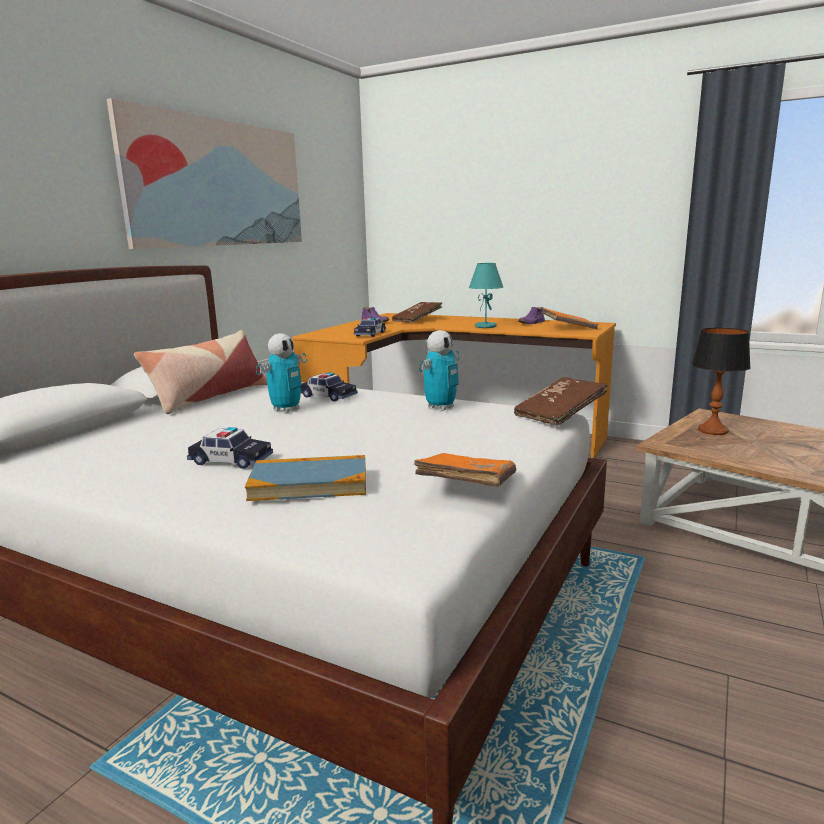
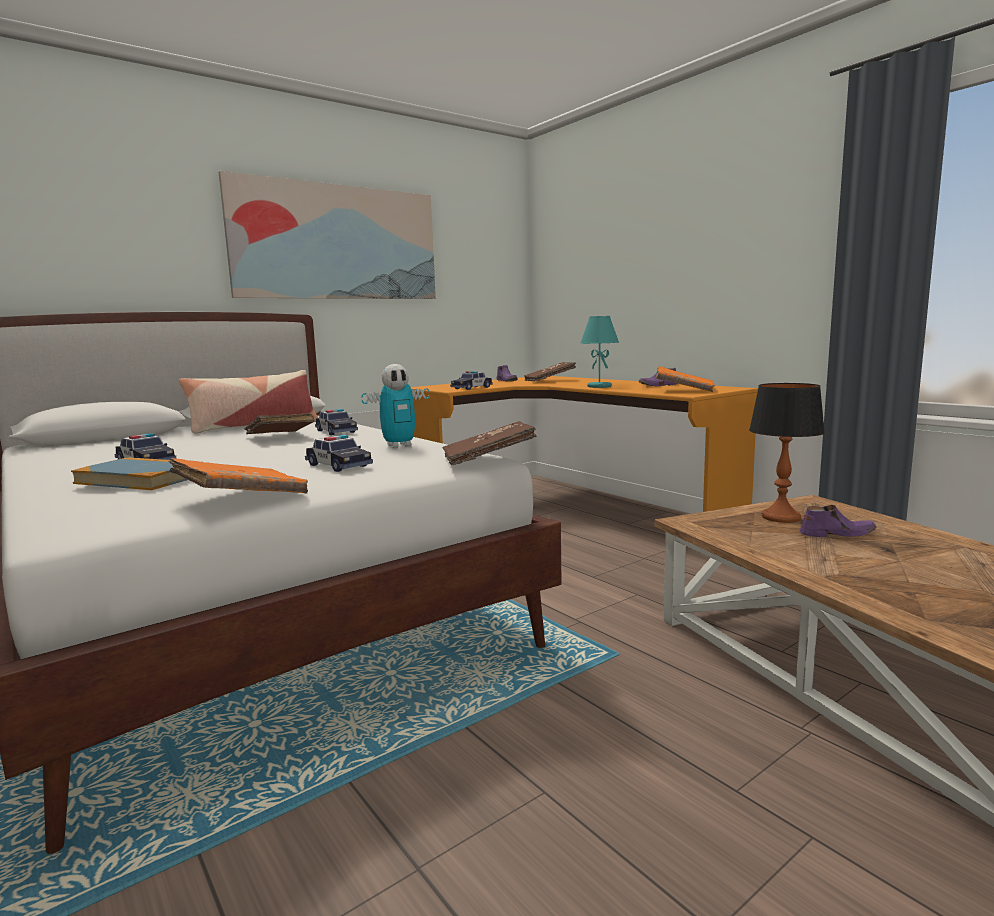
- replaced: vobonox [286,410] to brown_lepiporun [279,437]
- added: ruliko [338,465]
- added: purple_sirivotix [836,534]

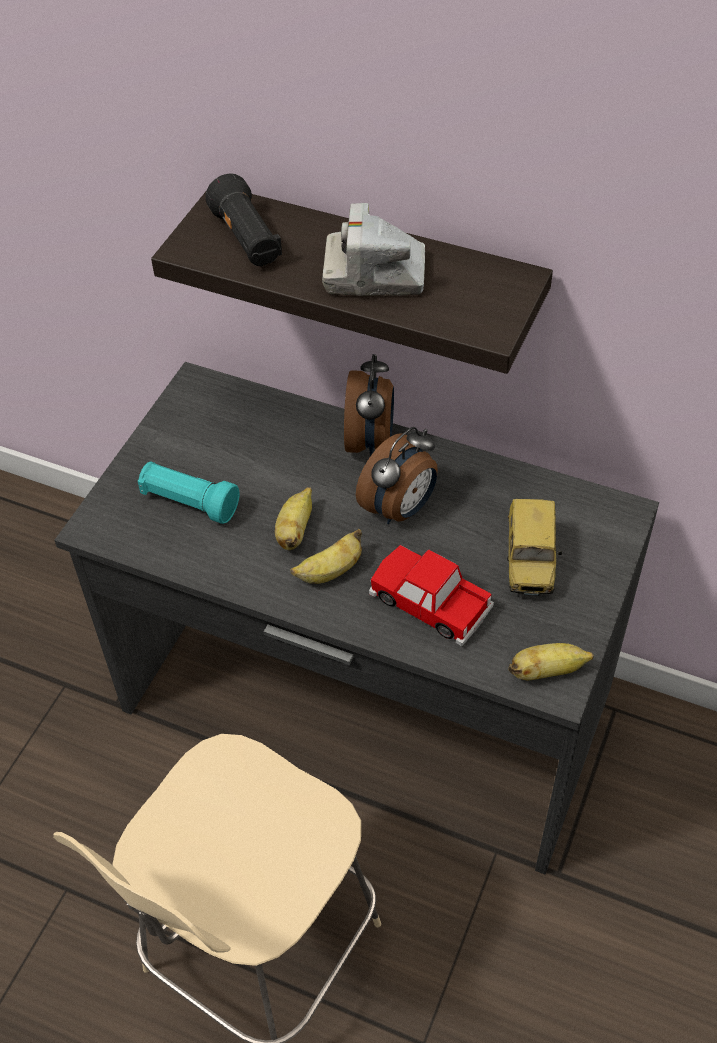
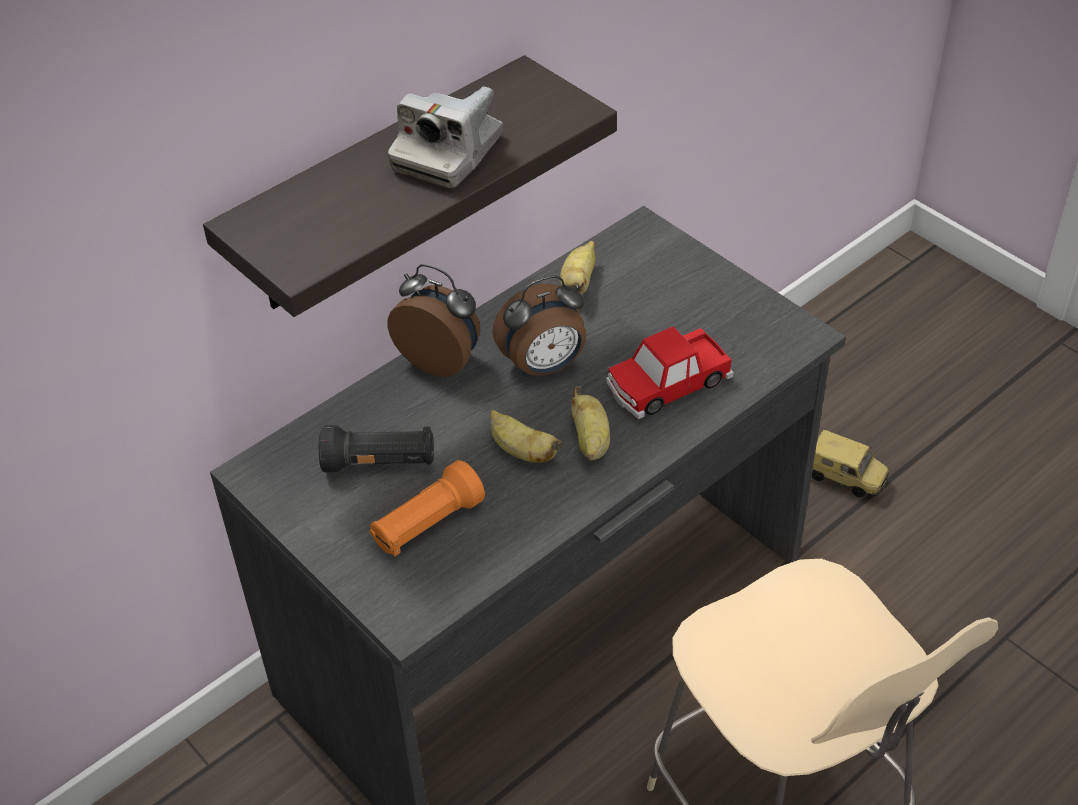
- moved: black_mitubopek [247,240] to [380,463]
- recoloured: turquoise_mitubopek [189,502] to orange_mitubopek [427,525]
- turned: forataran [400,509] = [544,367] 90 degrees clockwise
- moved: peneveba [547,671] to [578,283]
- moved: ruliko [531,562] to [844,477]

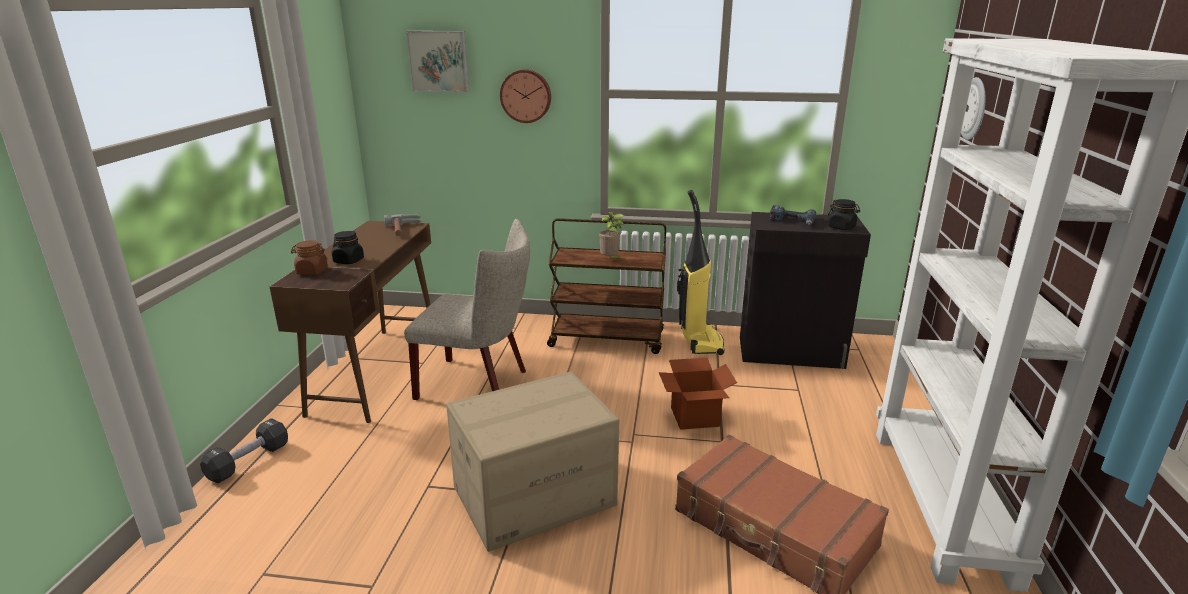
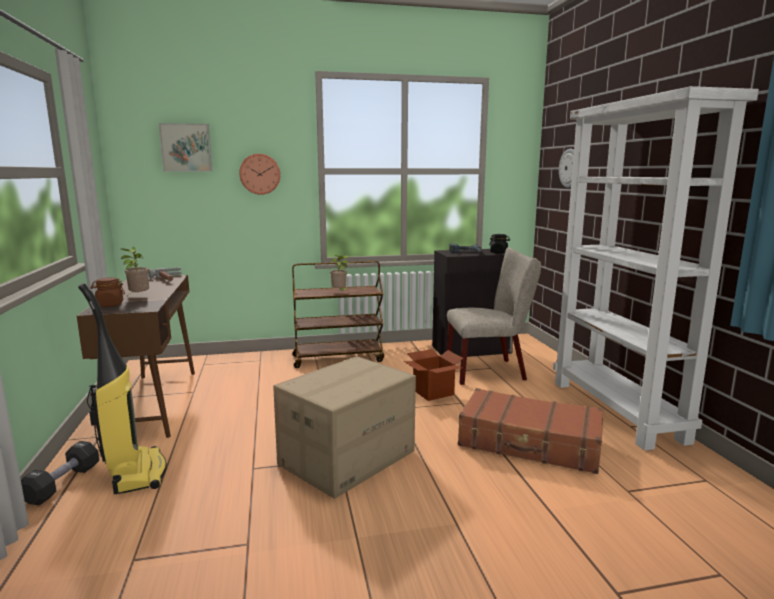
- moved: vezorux [700,341] to [136,473]
- replaced: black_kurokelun [348,261] to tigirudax [138,297]
- moved: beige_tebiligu [479,384] to [490,371]

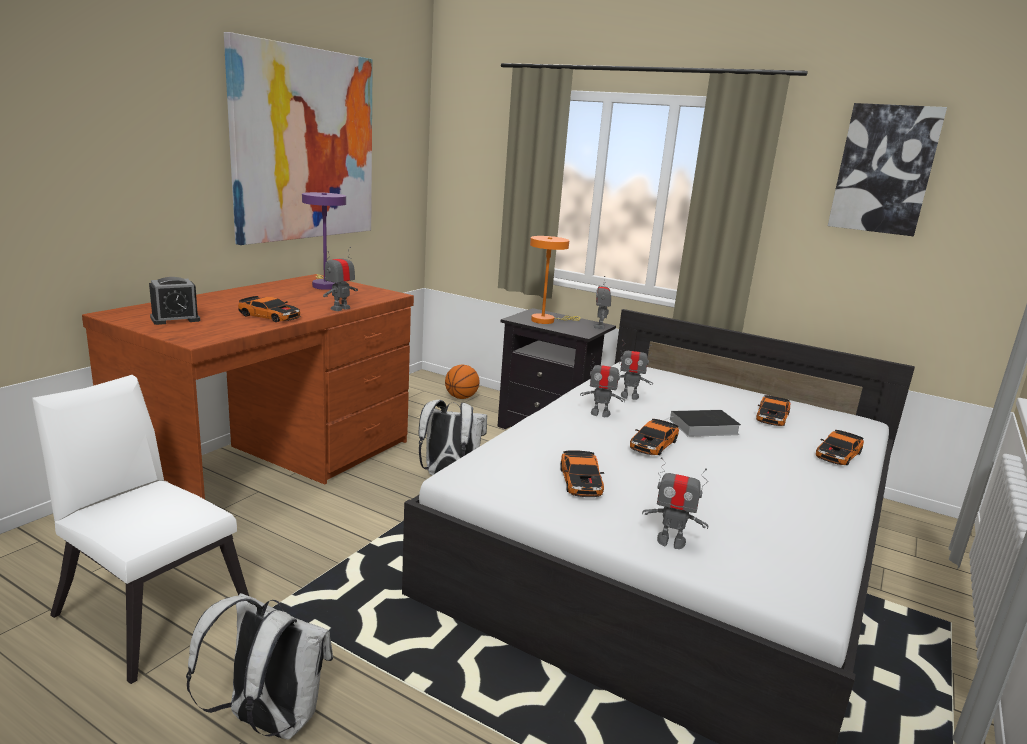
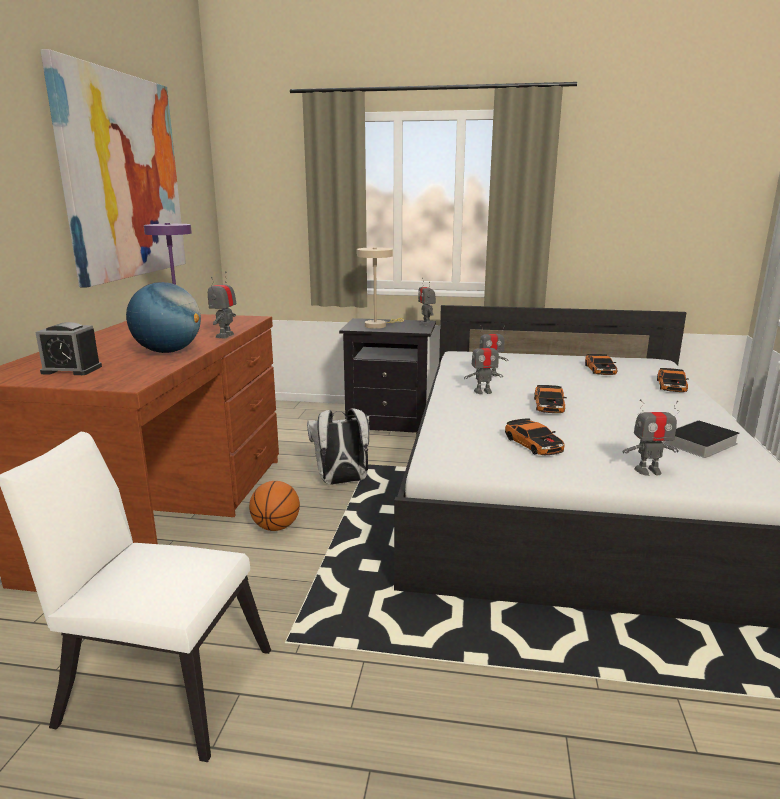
- turned: forataran [175,319] = [71,370] 60 degrees clockwise
- replaced: ruliko [270,316] to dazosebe [168,351]
- moved: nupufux [461,397] to [276,527]
- recoloured: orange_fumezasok [546,320] to beige_fumezasok [378,325]
- moved: lepiporun [702,427] to [699,444]
- removed: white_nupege [268,721]
- removed: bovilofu [884,169]

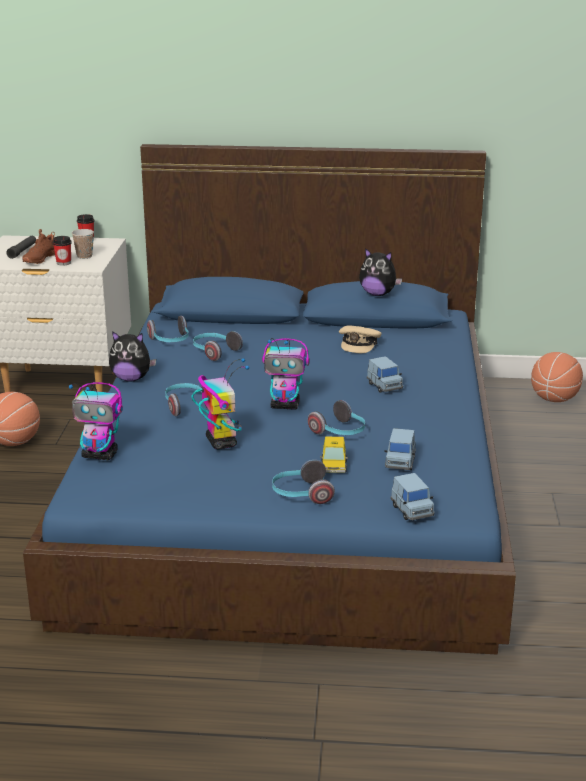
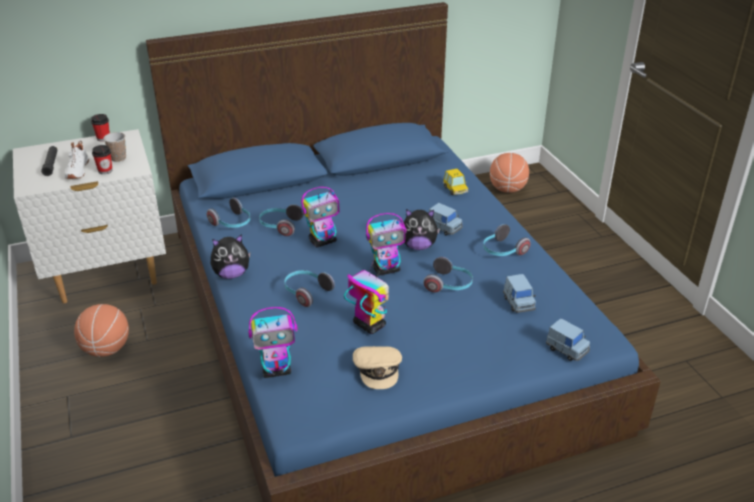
- recoloured: brown_sirivotix [39,258] to white_sirivotix [76,170]
- added: vobonox [323,241]
- moved: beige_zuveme [359,344] to [378,369]
- moved: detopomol [378,294] to [418,246]
- moved: ruliko [333,466] to [455,189]
- moved: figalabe [301,494] to [502,251]

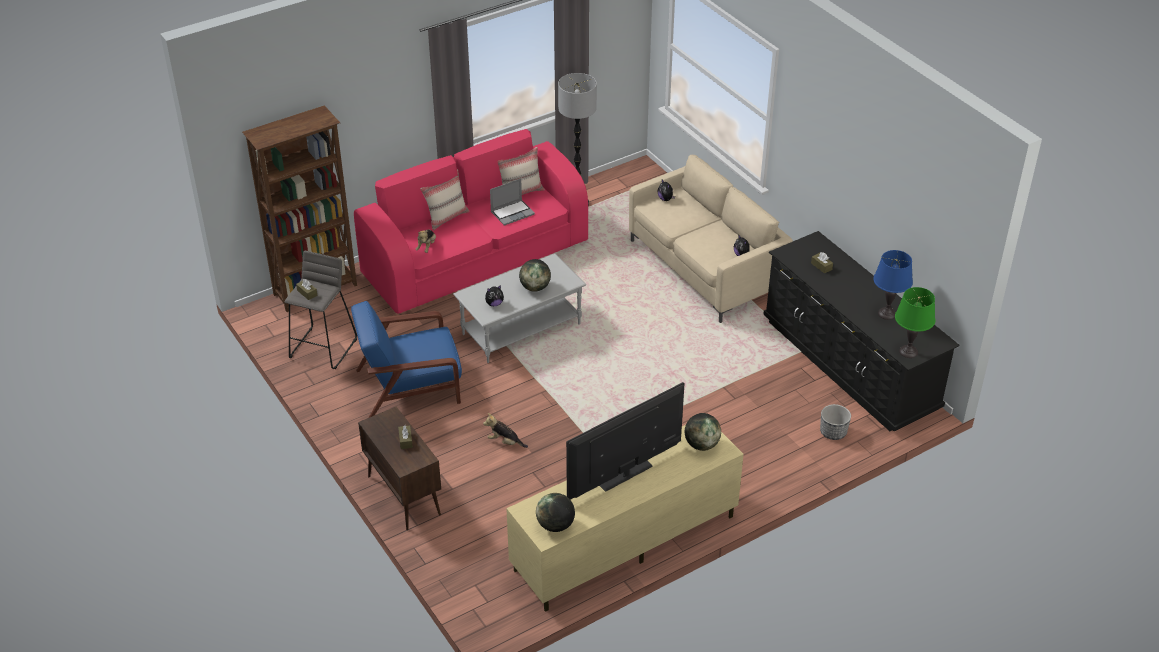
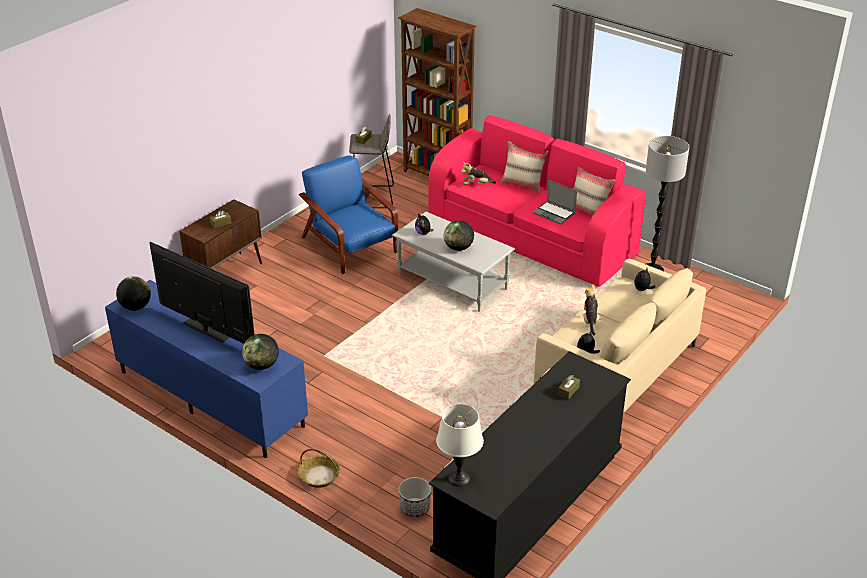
- recoloured: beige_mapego [624,544] to blue_mapego [210,398]
- added: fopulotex [319,476]
- recoloured: green_fumezasok [908,351] to white_fumezasok [459,478]
- moved: detopomol [505,442] to [590,321]
- removed: blue_fumezasok [887,313]

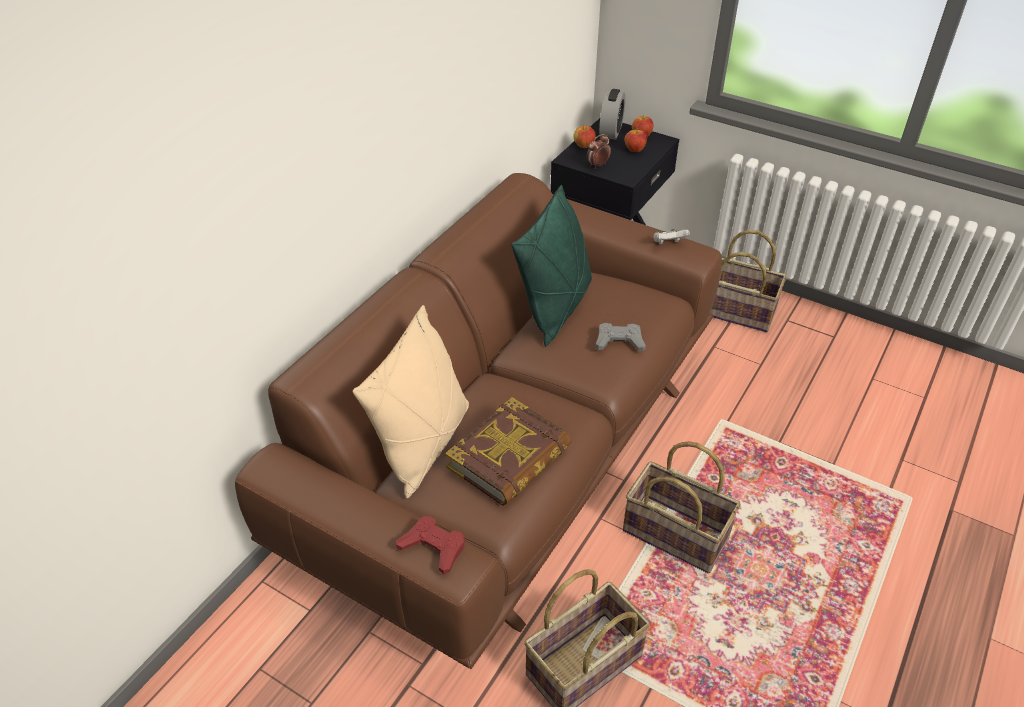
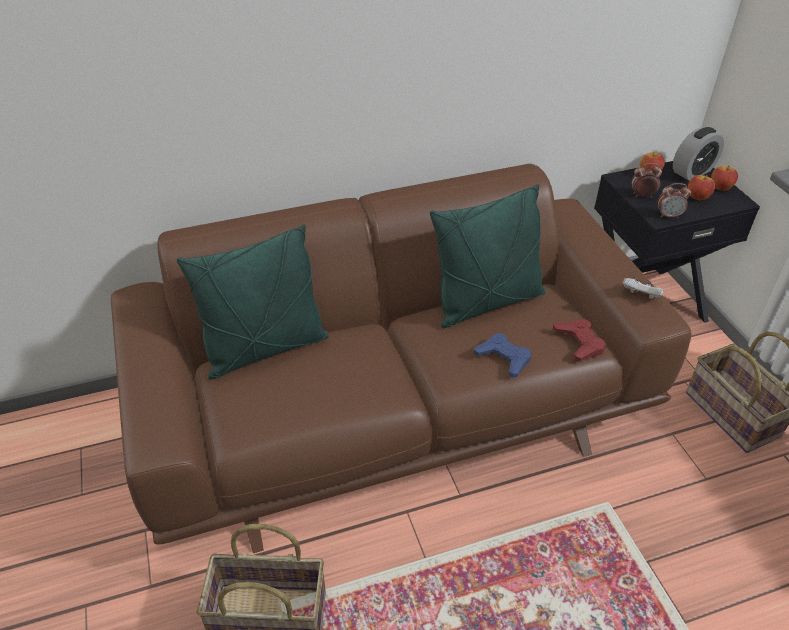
- recoloured: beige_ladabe [424,445] to green_ladabe [265,349]
- recoloured: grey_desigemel [619,341] to blue_desigemel [503,358]
- moved: red_desigemel [433,547] to [579,343]
- added: forataran [669,215]
- removed: lepiporun [509,458]
- removed: fopulotex [676,533]

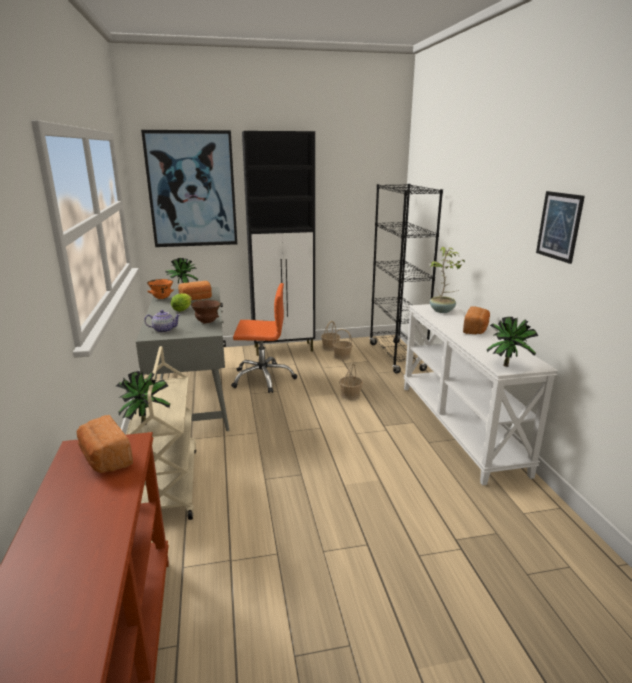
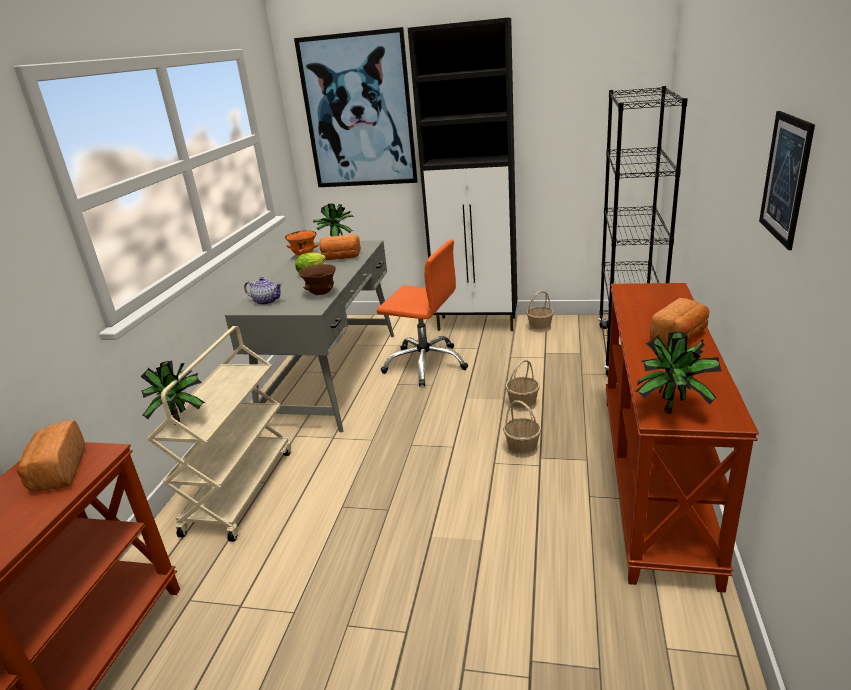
- moved: fopulotex [342,356] to [522,448]
- recoloured: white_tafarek [460,426] to brown_tafarek [655,479]
- removed: tigirudax [442,311]

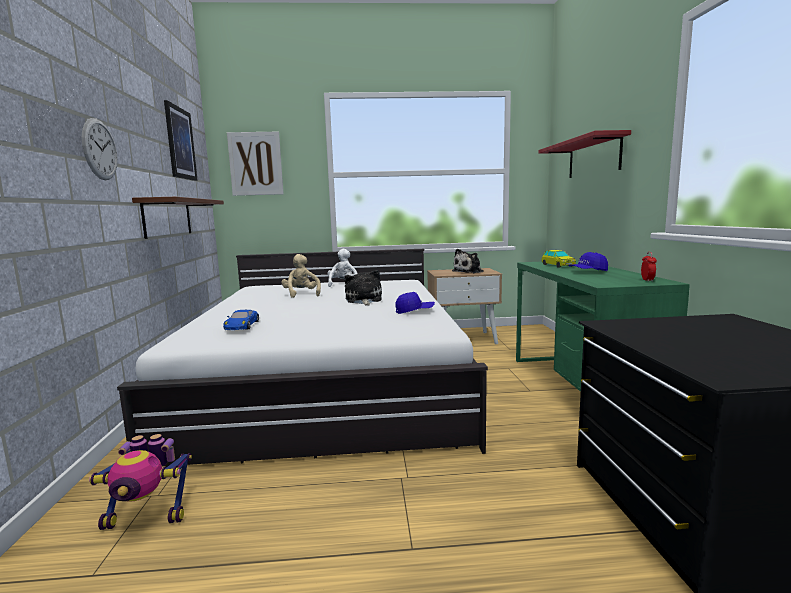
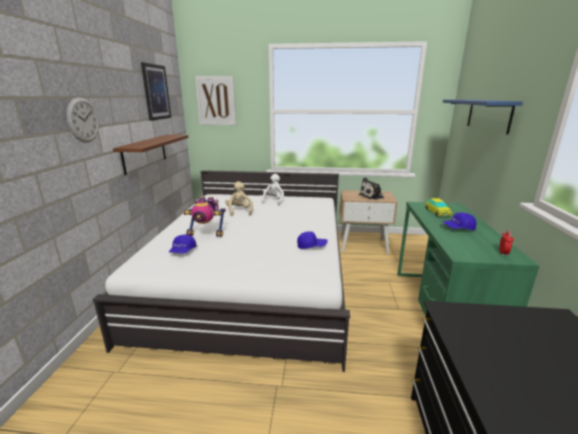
- replaced: blue_ruliko [242,325] to blue_zuveme [183,251]
- moved: vobonox [148,517] to [206,234]
- recoloured: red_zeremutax [593,157] to blue_zeremutax [488,115]
- removed: detopomol [363,300]

